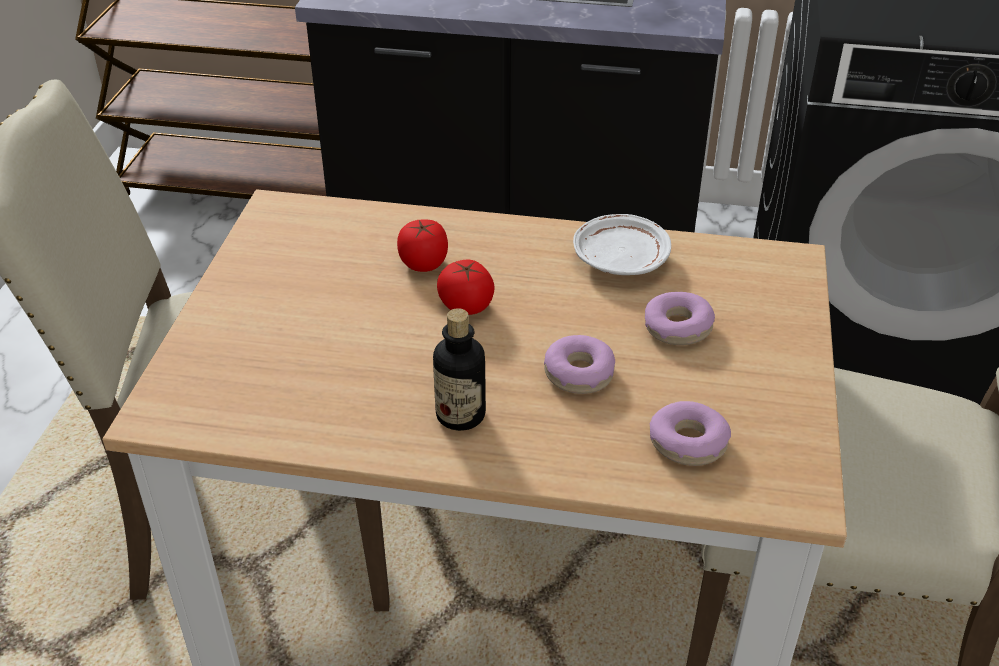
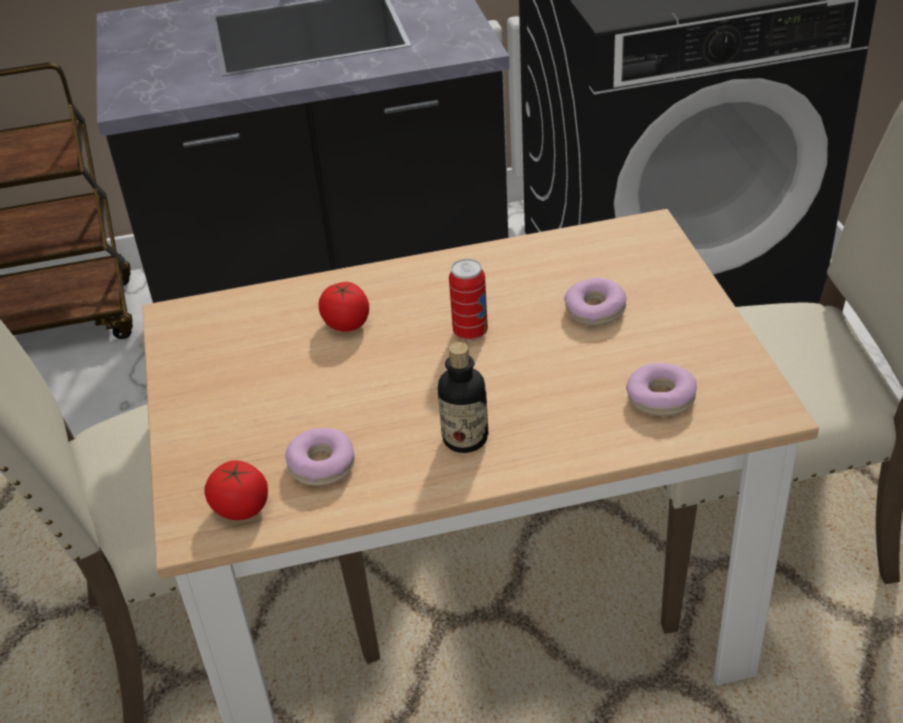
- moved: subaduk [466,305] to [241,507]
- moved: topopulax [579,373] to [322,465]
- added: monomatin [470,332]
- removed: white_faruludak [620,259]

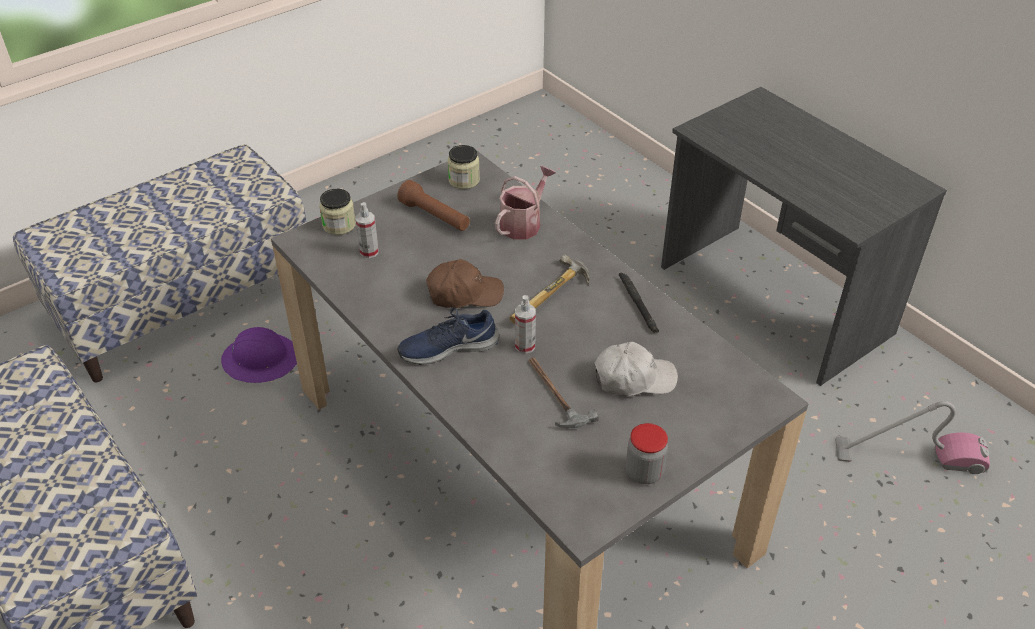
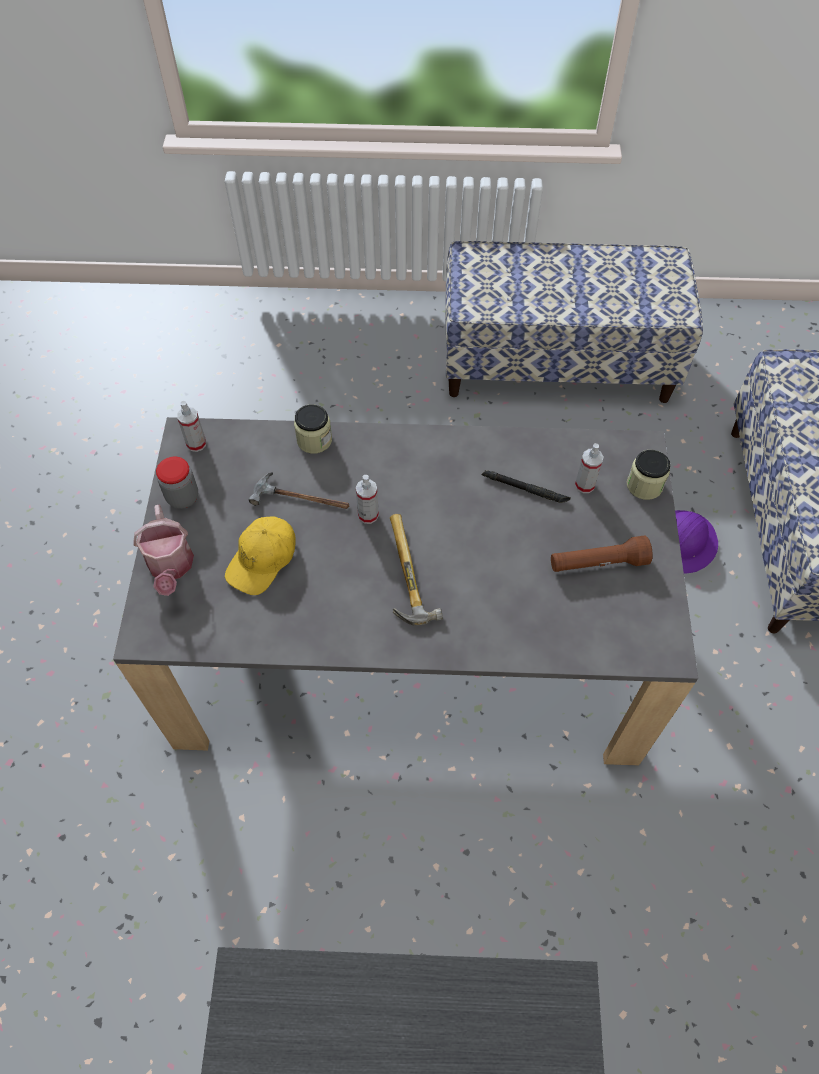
- moved: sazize [523,223] to [171,567]
- added: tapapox [196,444]
- recoloured: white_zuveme [633,378] to yellow_zuveme [263,560]
- moved: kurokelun [464,180] to [314,440]
- moved: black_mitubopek [638,305] to [525,489]
- removed: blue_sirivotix [448,347]
- removed: brown_zuveme [464,293]
- removed: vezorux [909,455]

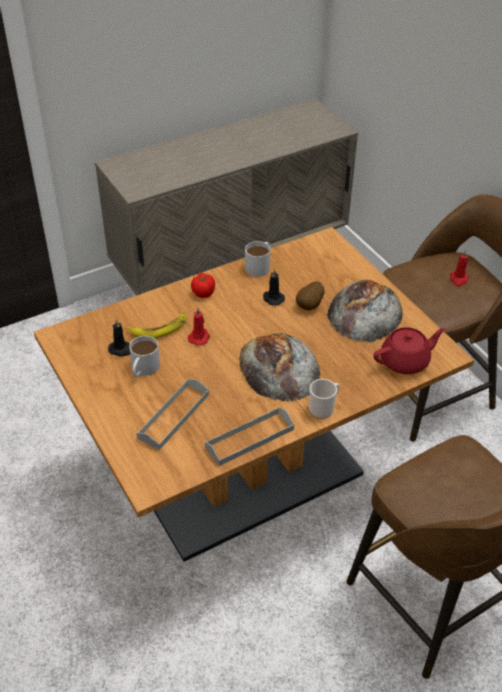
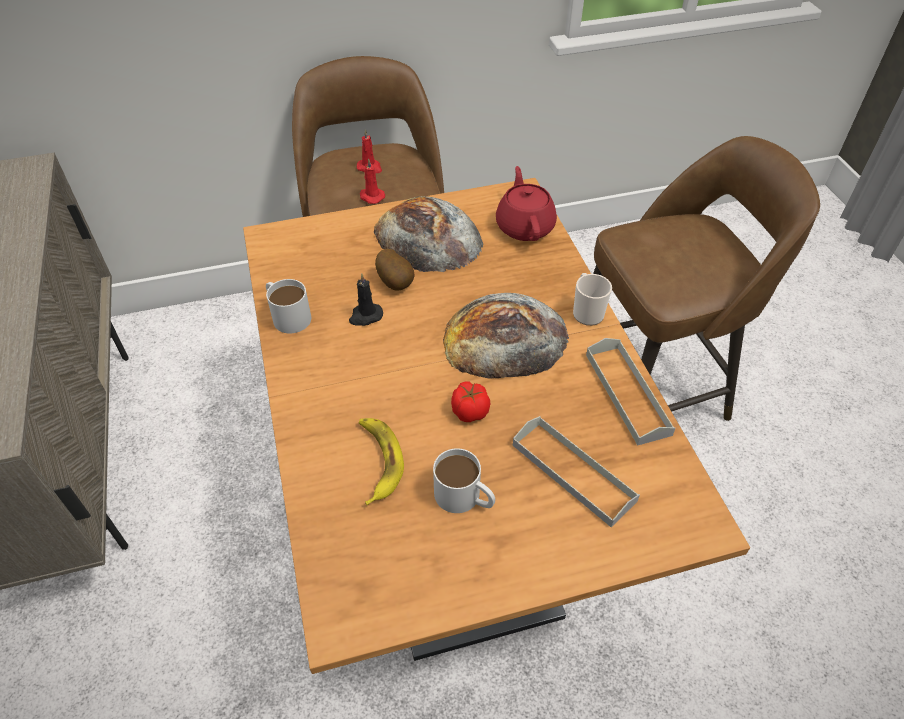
- moved: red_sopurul [199,337] to [371,196]
- moved: subaduk [204,293] to [469,411]
- removed: black_sopurul [121,350]

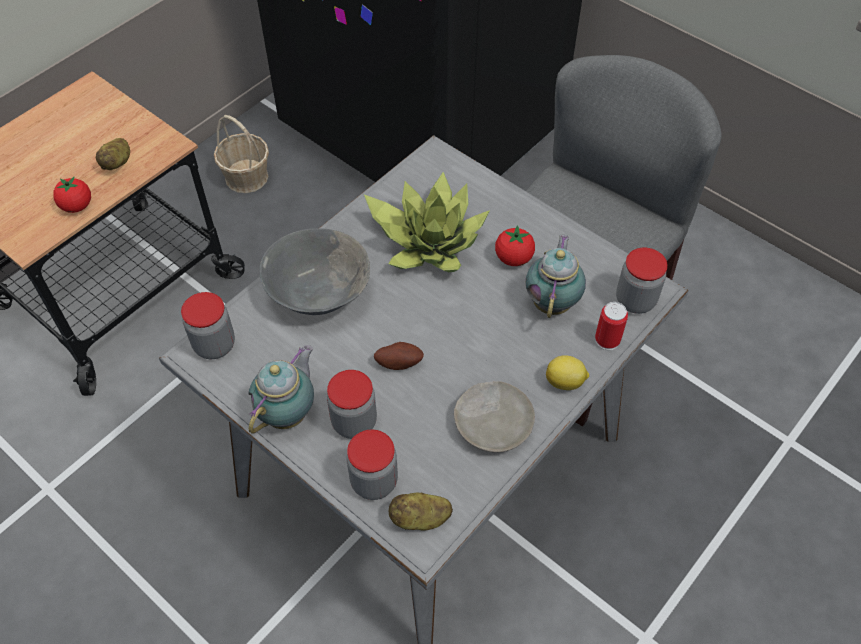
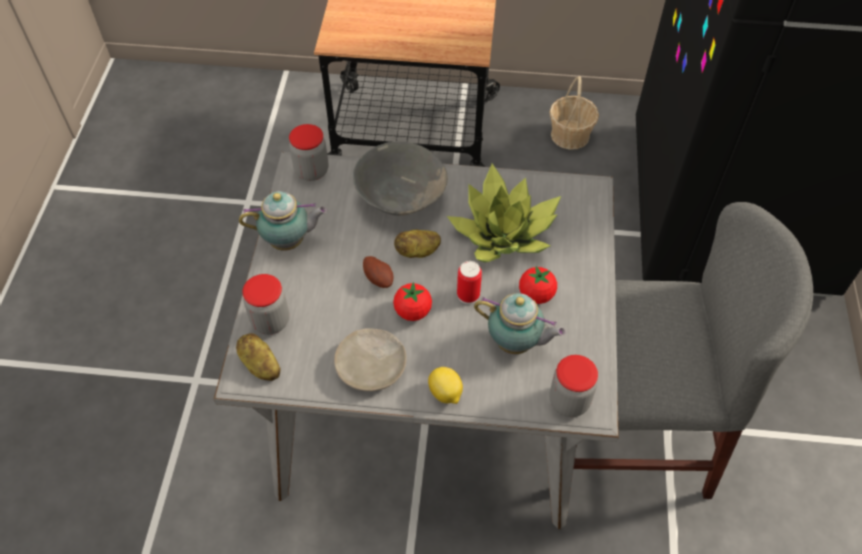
- moved: subaduk [77,206] to [413,311]
- moved: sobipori [118,162] to [418,251]
- moved: monomatin [607,340] to [468,295]
- turned: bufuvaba [552,301] = [516,344] 45 degrees clockwise
- removed: kurokelun [354,422]

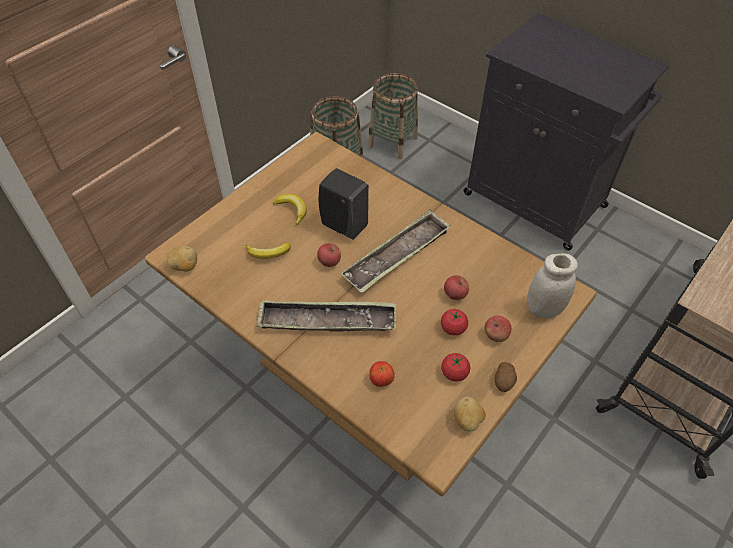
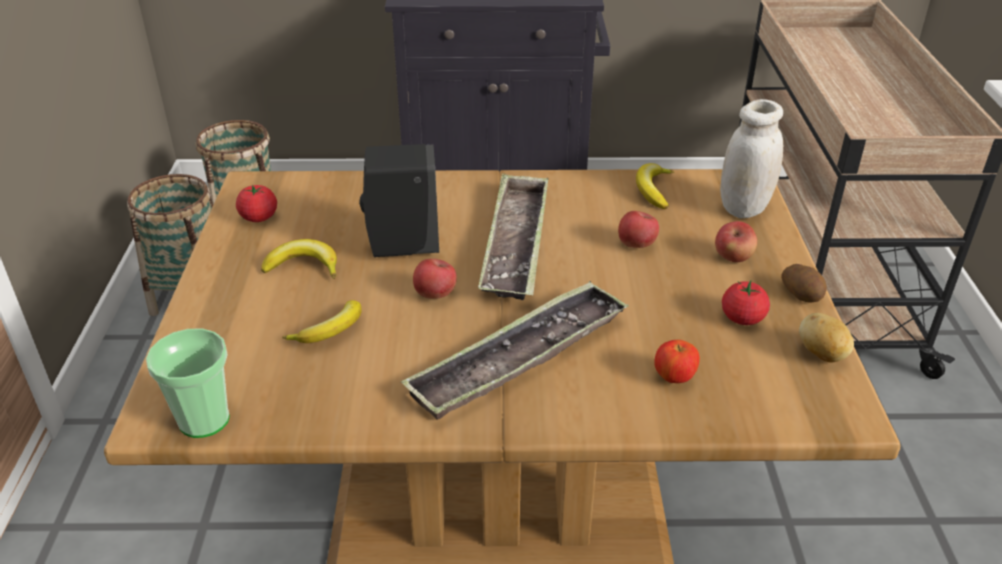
- replaced: sobipori [185,267] to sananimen [204,420]
- moved: subaduk [453,328] to [259,217]
- added: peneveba [653,190]

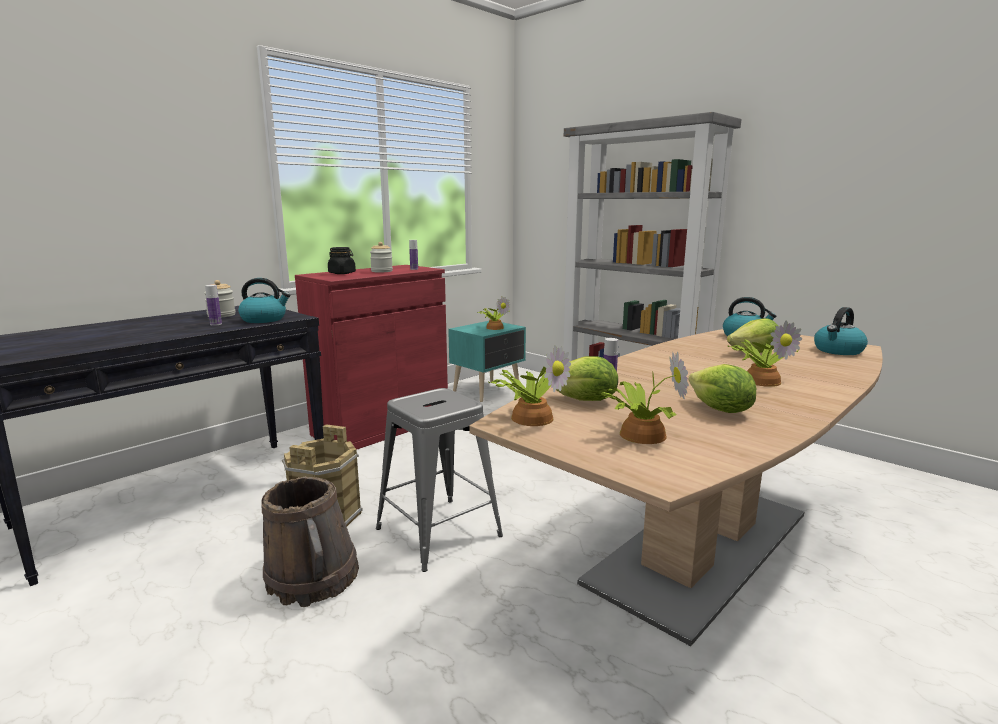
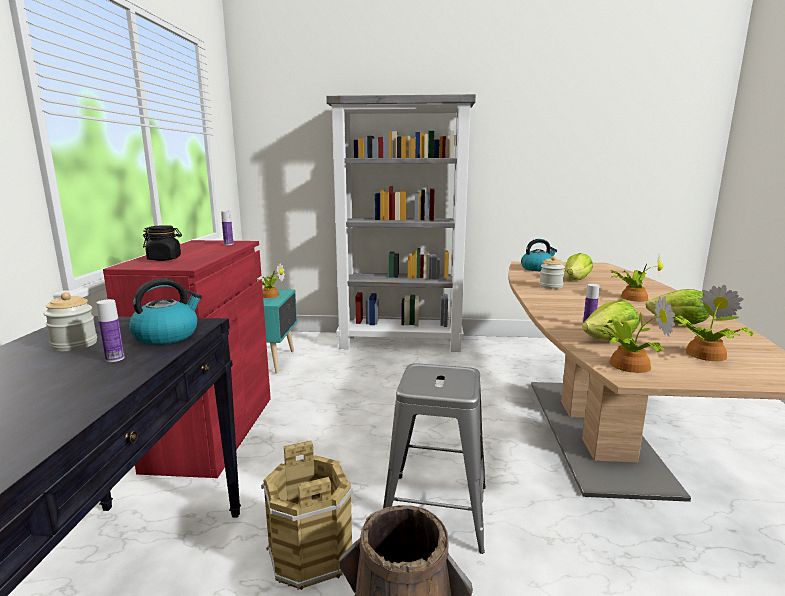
- moved: kurokelun [382,271] to [550,286]
- removed: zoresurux [838,351]

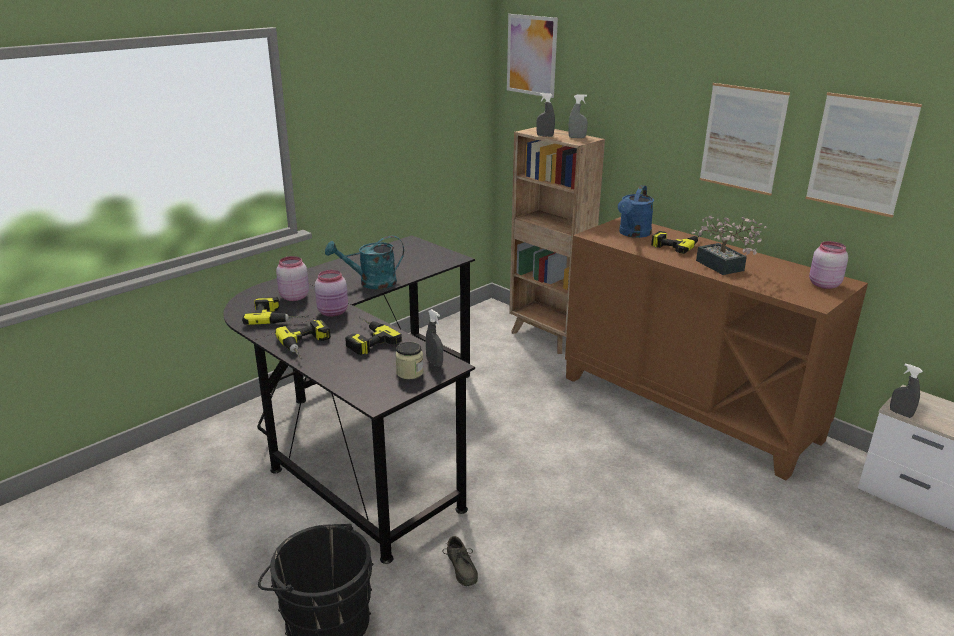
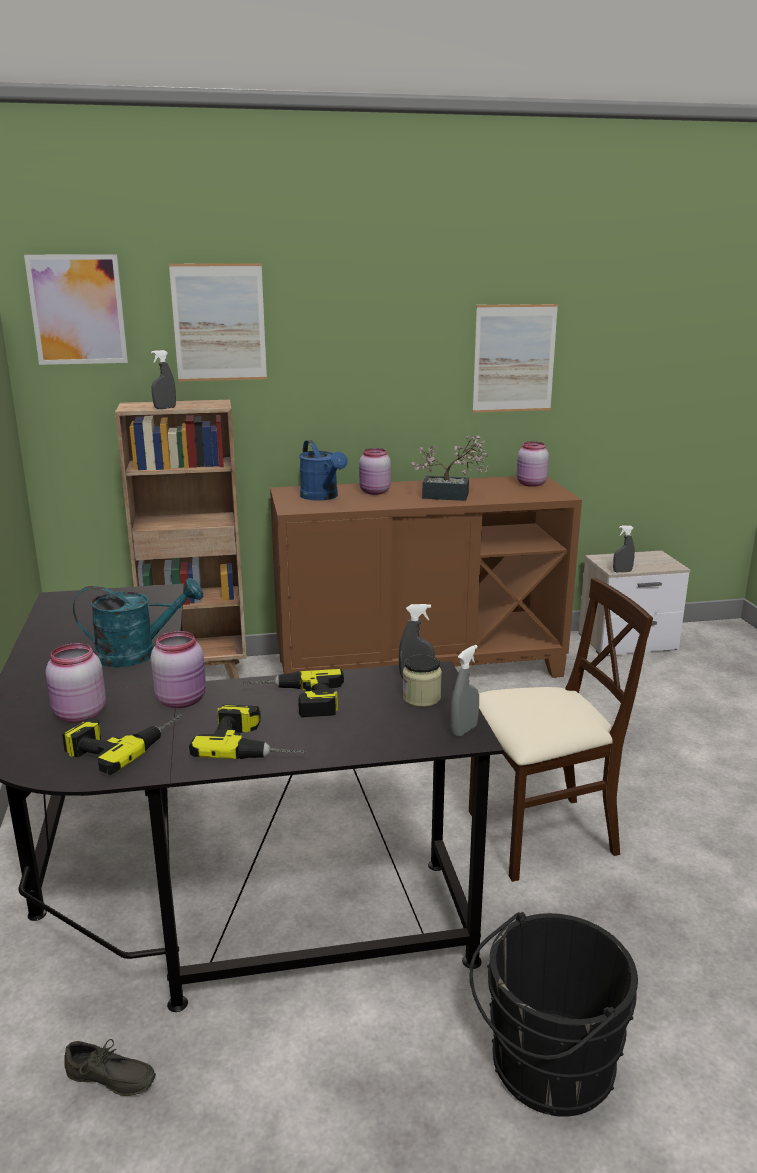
- moved: grey_sirivotix [459,569] to [109,1081]
- turned: turquoise_sazize [371,283] = [137,654] 120 degrees counterclockwise
- moved: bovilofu [742,138] to [219,323]
- replaced: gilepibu [677,243] to pink_kurokelun [374,492]
- moved: grey_tapapox [577,137] to [464,730]
- added: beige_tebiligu [540,835]

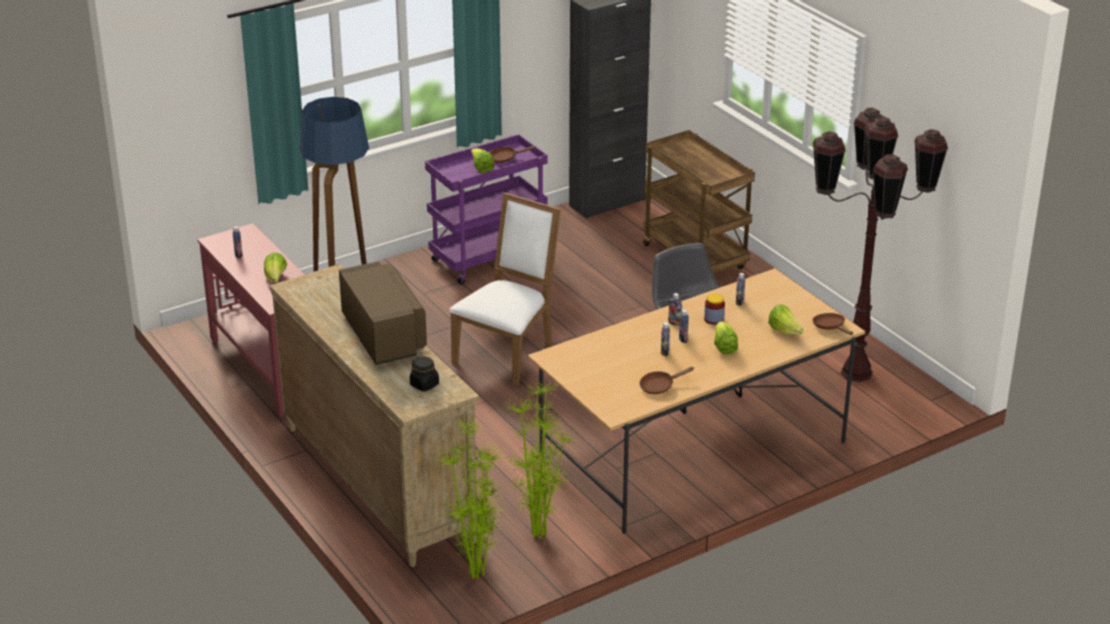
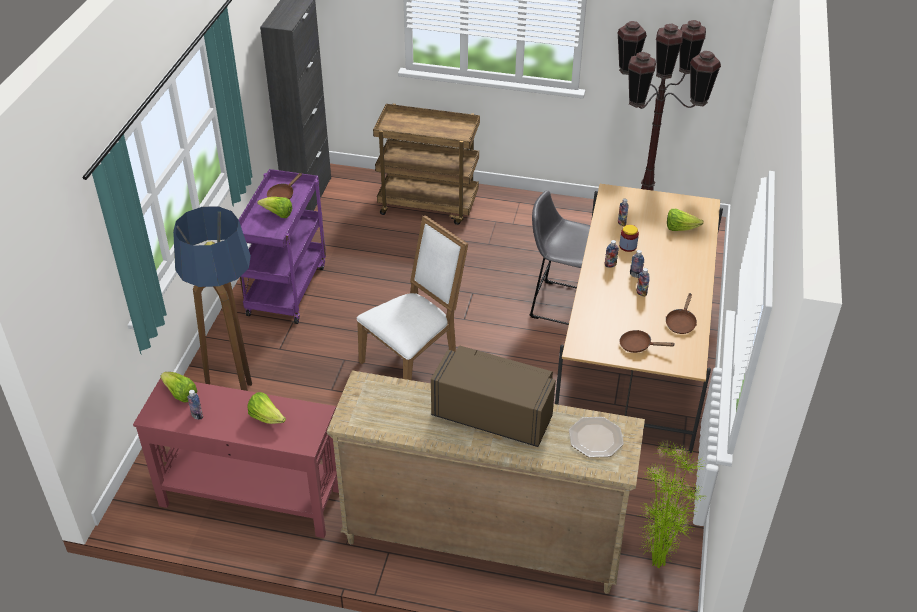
- moved: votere [724,346] to [180,394]
- turned: white_tebiligu [508,353] = [414,360] 60 degrees clockwise
- replaced: black_kurokelun [424,385] to faruludak [595,438]
- moved: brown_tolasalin [830,327] to [638,346]
- removed: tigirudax [539,533]

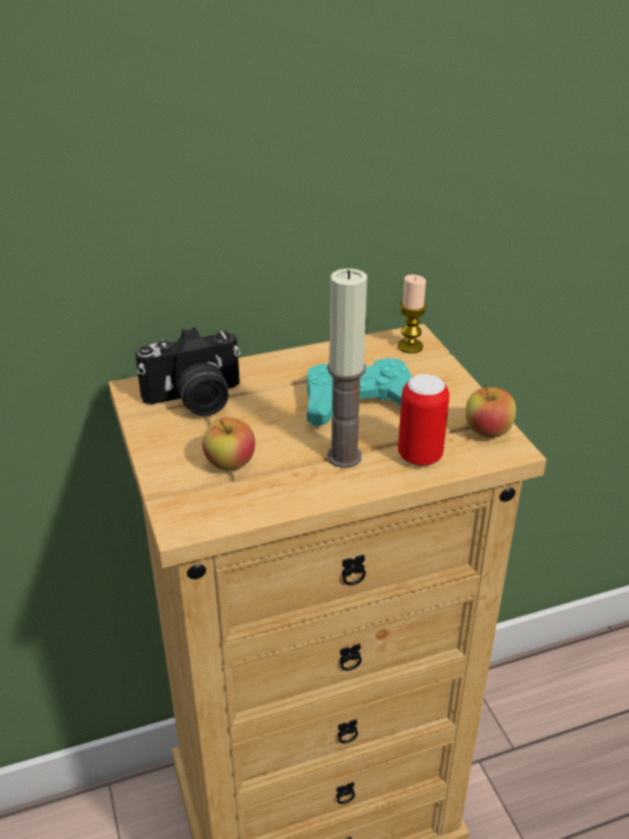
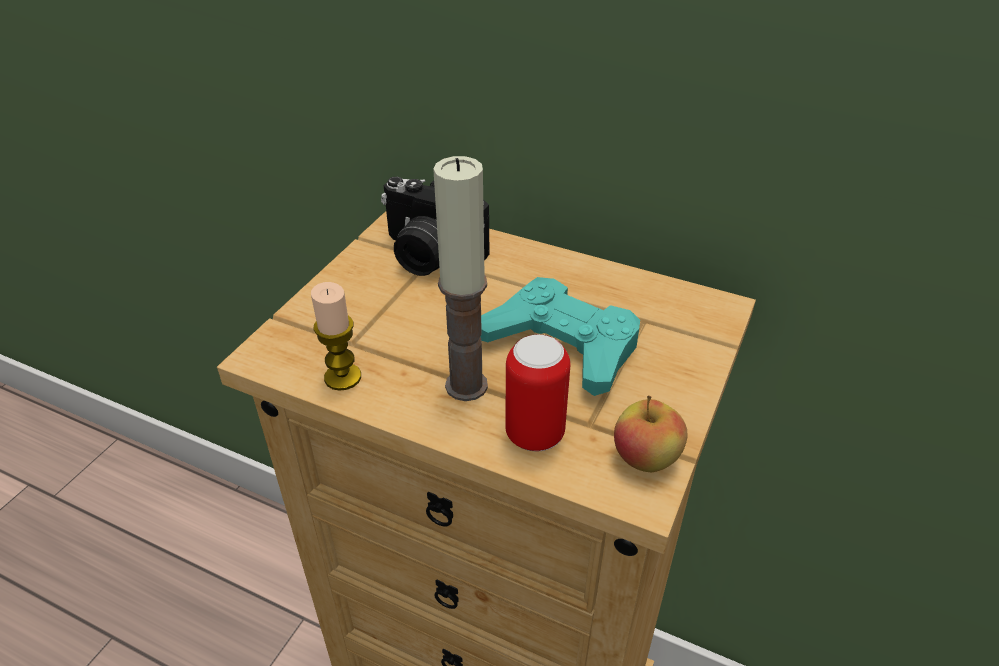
- moved: sopurul [410,346] to [343,377]
- removed: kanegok [230,464]

